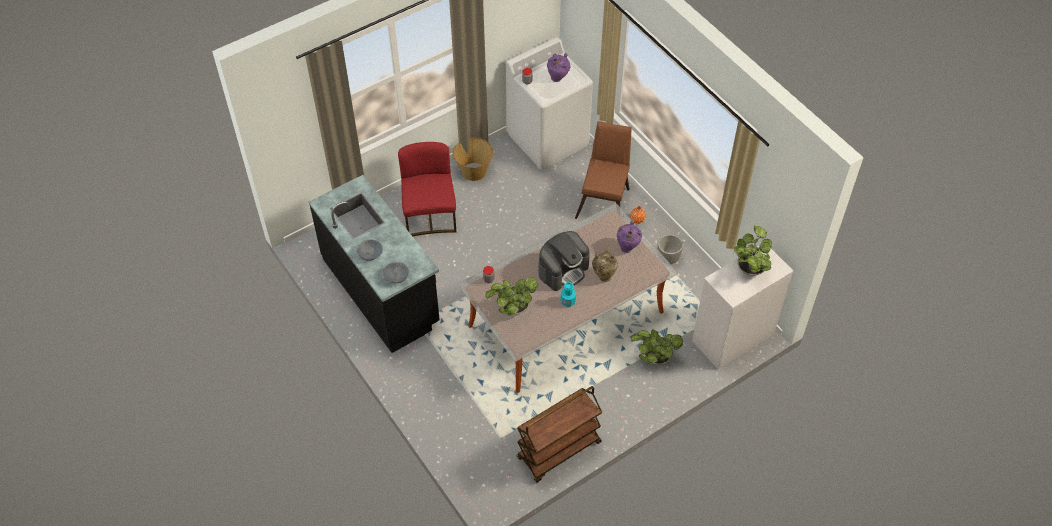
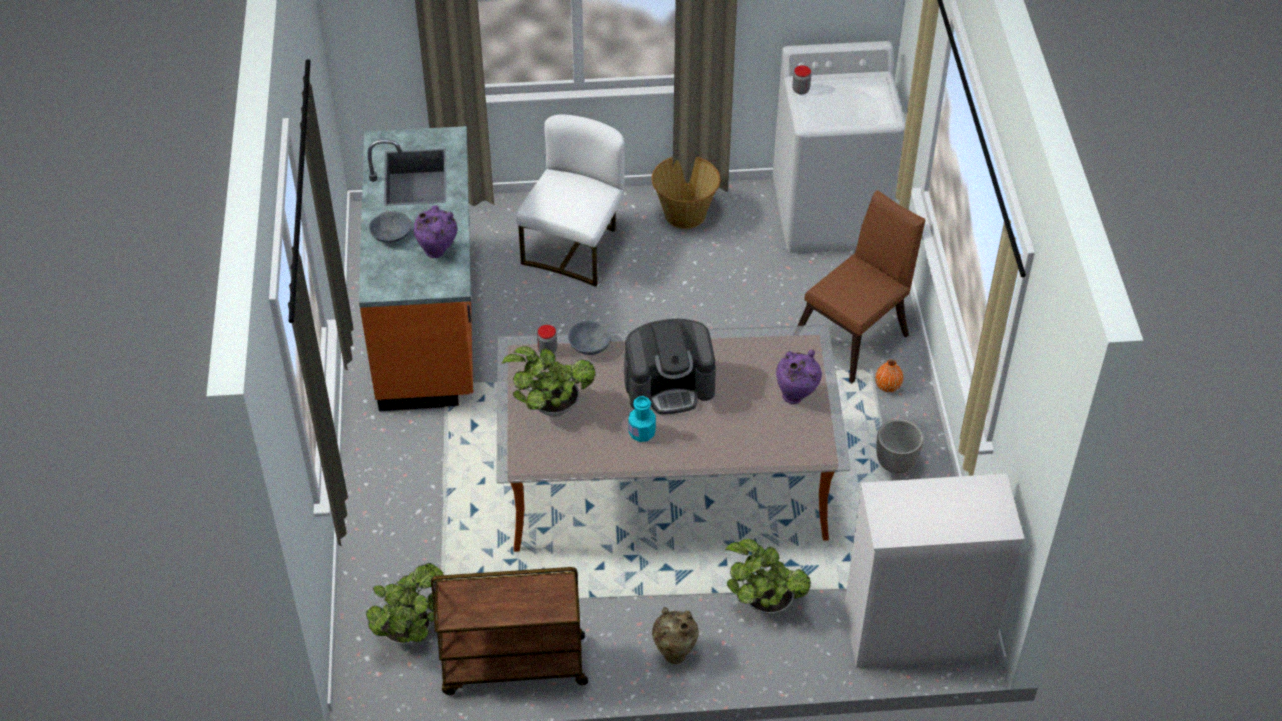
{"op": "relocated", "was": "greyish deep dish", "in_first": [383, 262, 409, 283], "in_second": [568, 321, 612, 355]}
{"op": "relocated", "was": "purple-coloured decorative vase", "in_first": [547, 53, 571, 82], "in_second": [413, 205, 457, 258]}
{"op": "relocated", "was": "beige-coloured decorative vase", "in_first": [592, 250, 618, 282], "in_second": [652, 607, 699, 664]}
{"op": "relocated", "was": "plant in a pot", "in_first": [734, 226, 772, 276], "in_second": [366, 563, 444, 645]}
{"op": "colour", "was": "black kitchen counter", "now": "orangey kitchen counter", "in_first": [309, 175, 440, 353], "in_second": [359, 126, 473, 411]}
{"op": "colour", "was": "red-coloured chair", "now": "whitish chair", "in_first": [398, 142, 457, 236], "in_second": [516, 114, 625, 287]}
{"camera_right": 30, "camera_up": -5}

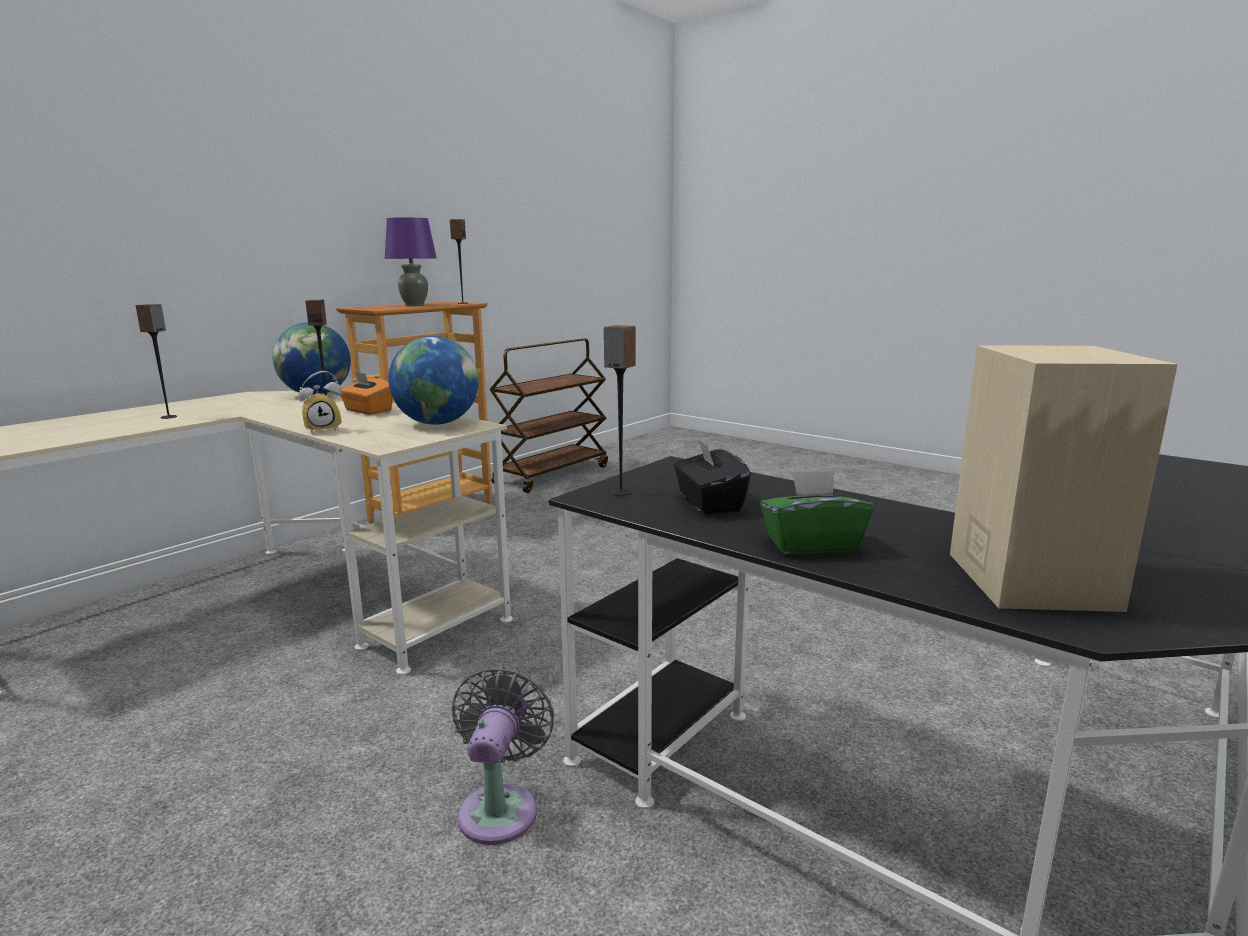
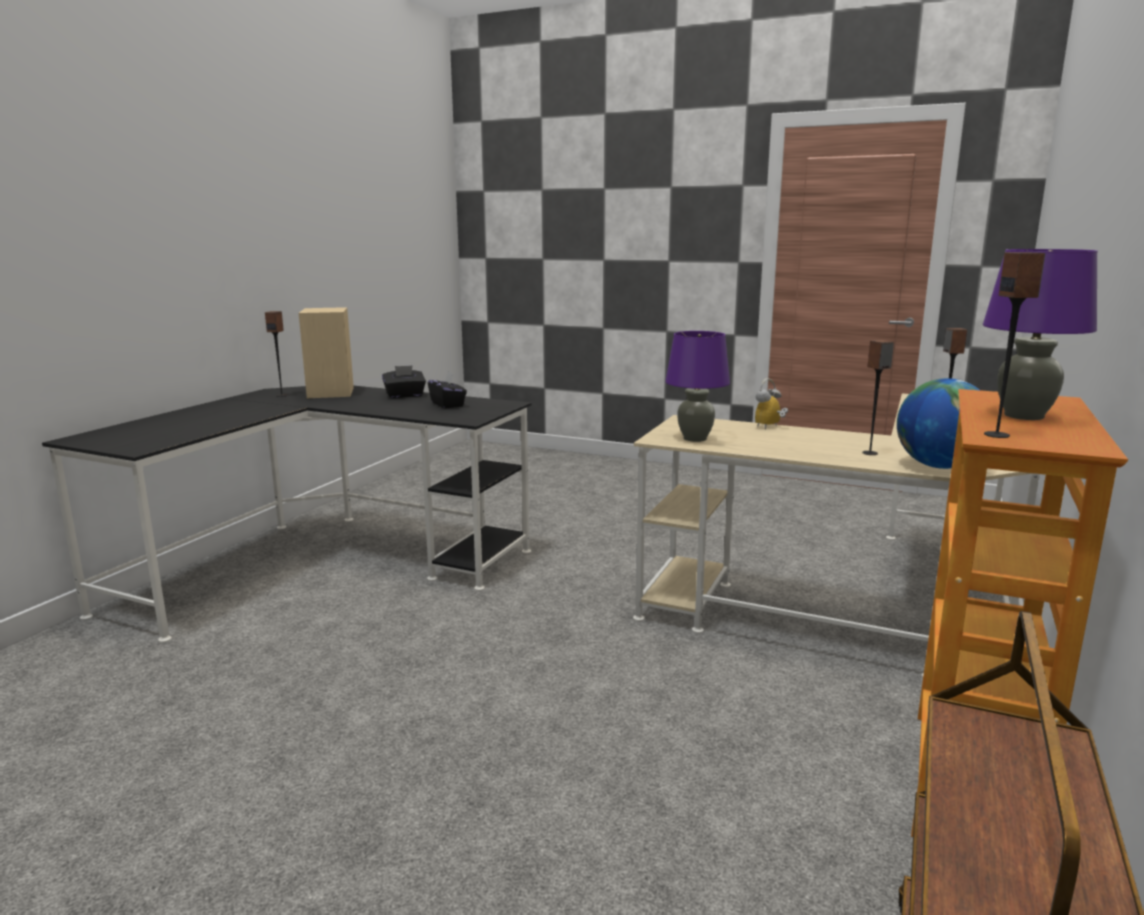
{"op": "missing", "was": "orangey tissue box", "in_first": [340, 371, 393, 415]}
{"op": "missing", "was": "greyish fan", "in_first": [452, 667, 554, 845]}
{"op": "relocated", "was": "speaker", "in_first": [604, 325, 636, 496], "in_second": [265, 311, 288, 397]}
{"op": "exchanged", "was": "desk globe", "now": "purple-coloured table lamp", "in_first": [388, 336, 479, 425], "in_second": [665, 331, 730, 442]}
{"op": "colour", "was": "green-coloured tissue box", "now": "black tissue box", "in_first": [760, 470, 873, 555], "in_second": [382, 365, 426, 398]}
{"camera_right": 165, "camera_up": 0}

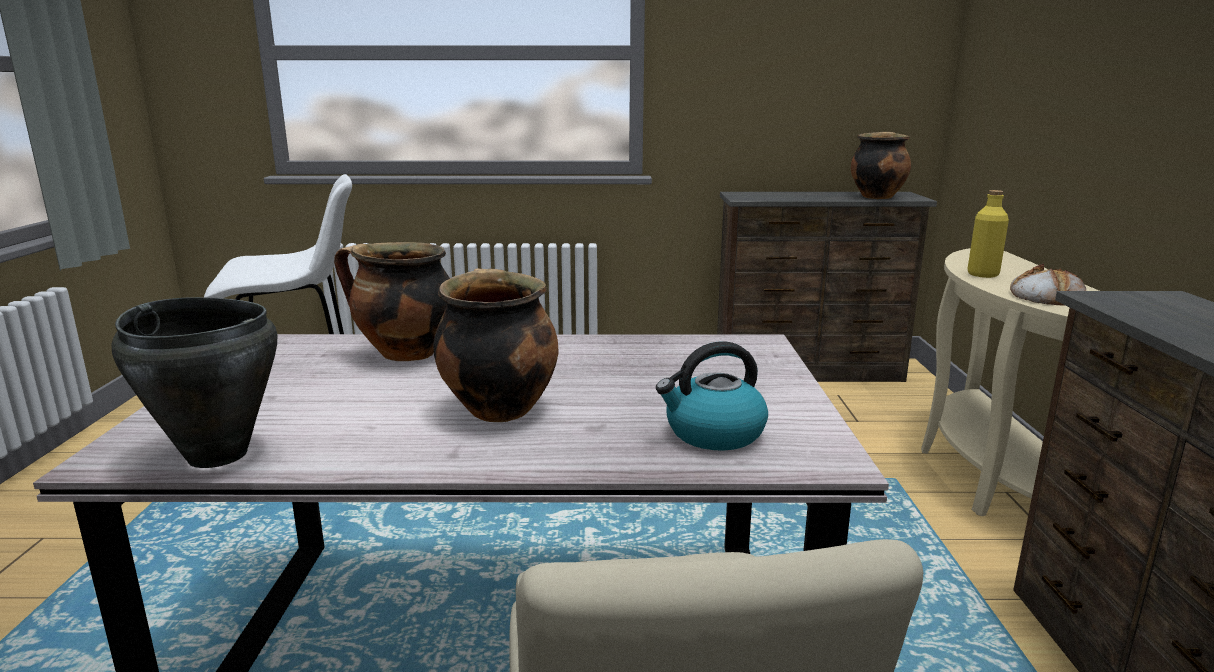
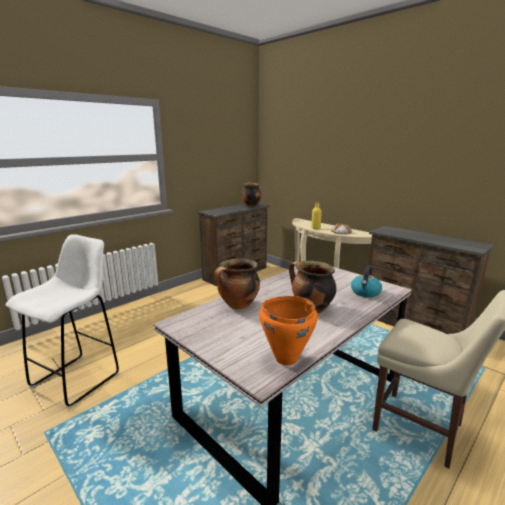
{"op": "colour", "was": "black stockpot", "now": "orangey stockpot", "in_first": [112, 297, 277, 468], "in_second": [259, 296, 318, 366]}
{"camera_right": -45, "camera_up": 0}

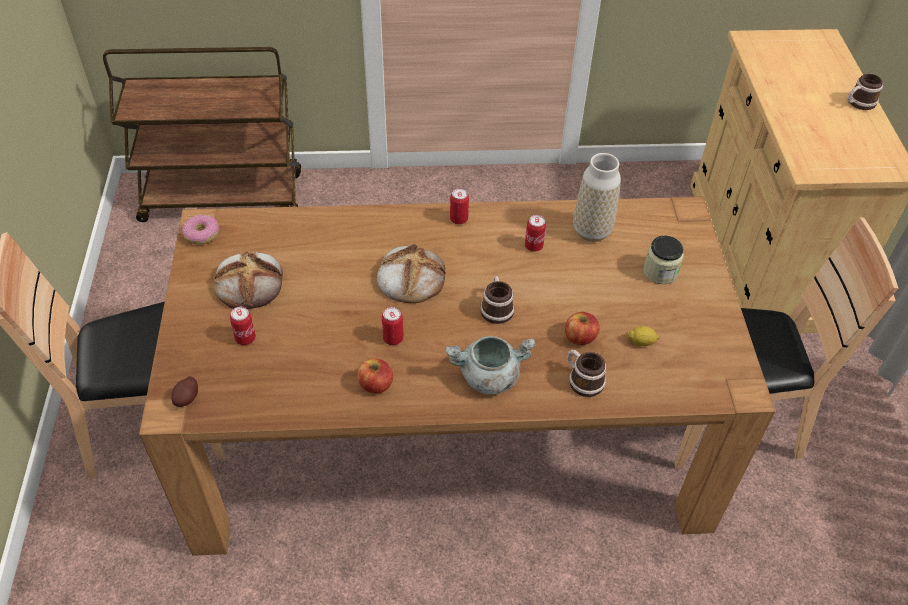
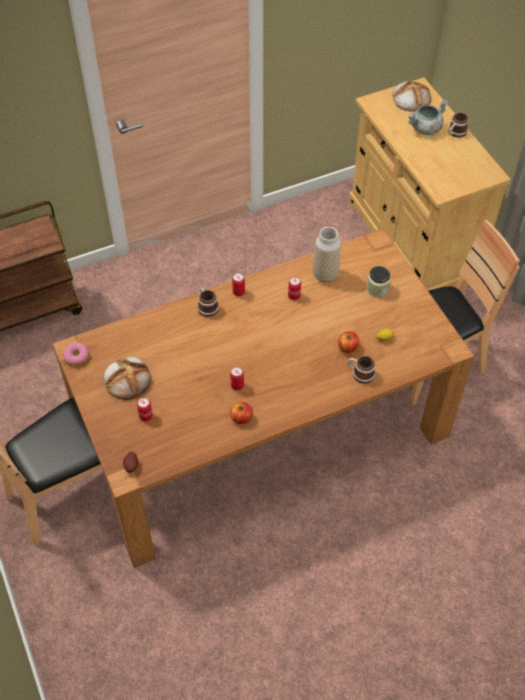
{"op": "relocated", "was": "bread", "in_first": [377, 244, 446, 303], "in_second": [392, 80, 431, 112]}
{"op": "relocated", "was": "greyish stockpot", "in_first": [446, 336, 535, 395], "in_second": [408, 100, 448, 135]}
{"op": "relocated", "was": "tea mug", "in_first": [480, 276, 515, 324], "in_second": [197, 287, 219, 317]}
{"camera_right": -20, "camera_up": 5}

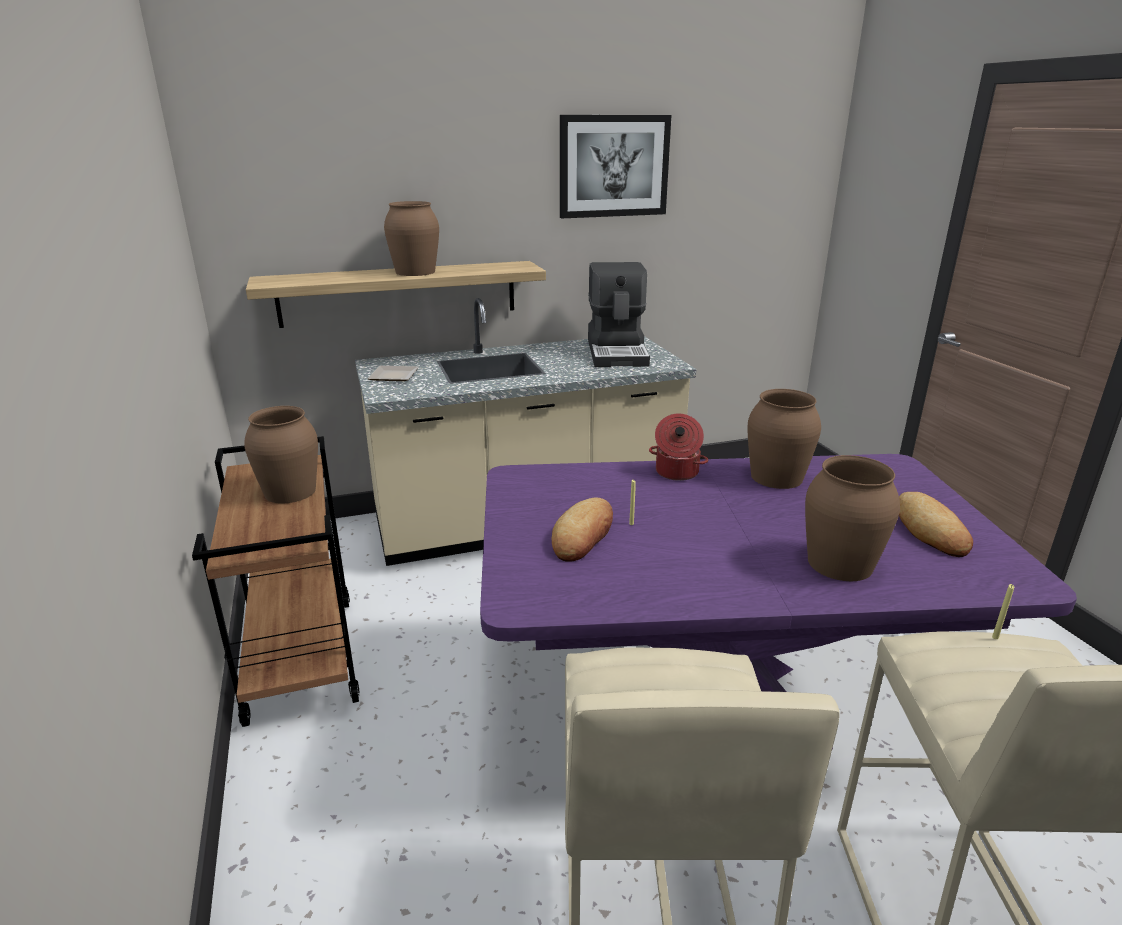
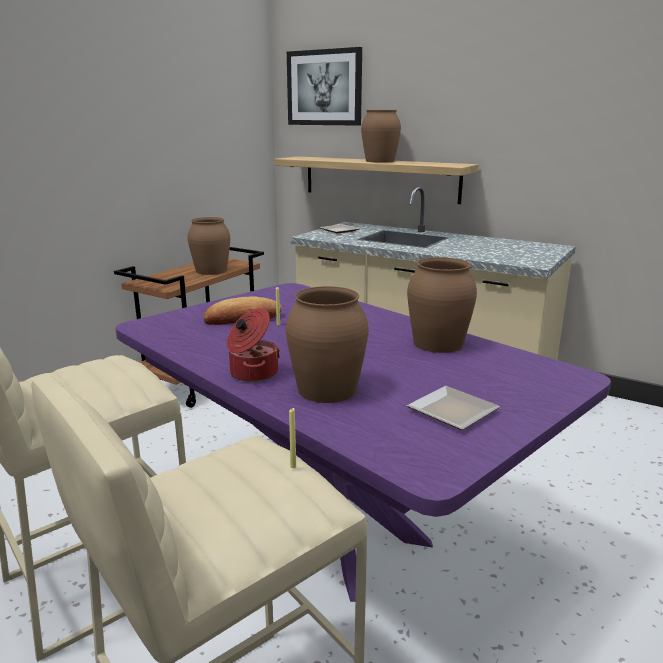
{"op": "missing", "was": "coffee brewer", "in_first": [588, 262, 650, 367]}
{"op": "relocated", "was": "picture", "in_first": [560, 115, 671, 218], "in_second": [287, 47, 362, 126]}
{"op": "relocated", "was": "stockpot", "in_first": [649, 414, 708, 481], "in_second": [227, 308, 280, 382]}
{"op": "exchanged", "was": "bread", "now": "dinner plate", "in_first": [899, 492, 973, 557], "in_second": [407, 386, 500, 430]}
{"camera_right": 50, "camera_up": -5}

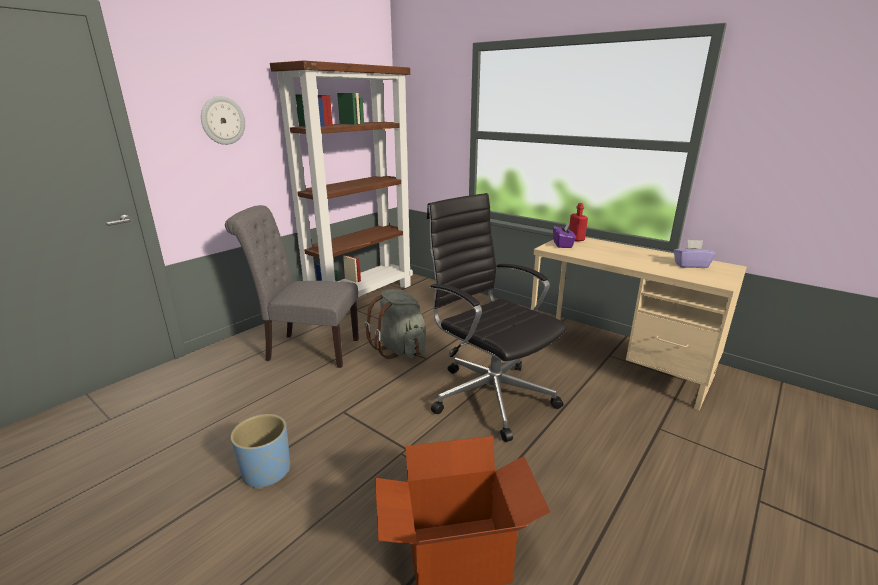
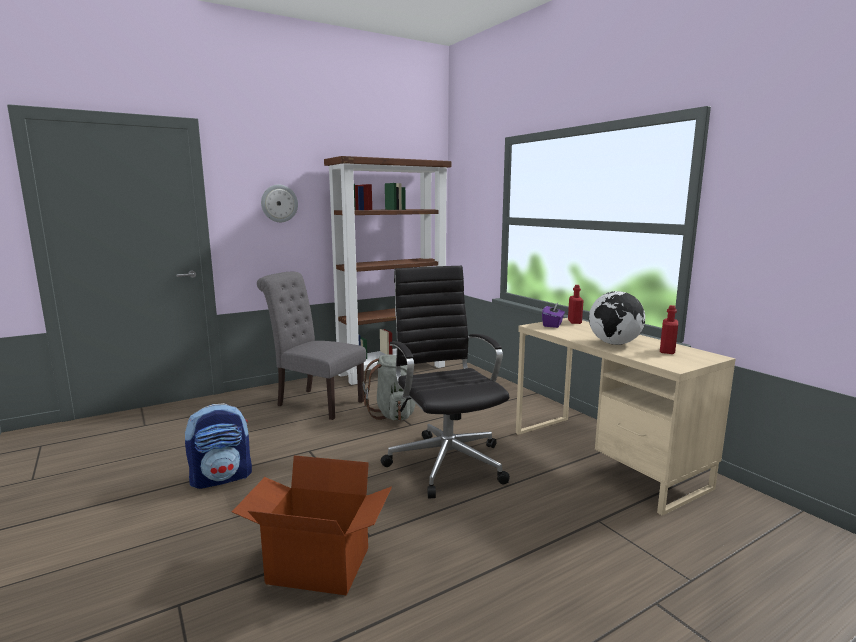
{"op": "appeared", "now": "desk globe", "in_second": [589, 291, 645, 345]}
{"op": "exchanged", "was": "blue flower pot", "now": "knapsack", "in_first": [231, 414, 290, 489], "in_second": [185, 403, 252, 489]}
{"op": "exchanged", "was": "purple-coloured tissue box", "now": "red-coloured beverage bottle", "in_first": [674, 240, 716, 268], "in_second": [660, 305, 678, 354]}
{"camera_right": 20, "camera_up": -10}

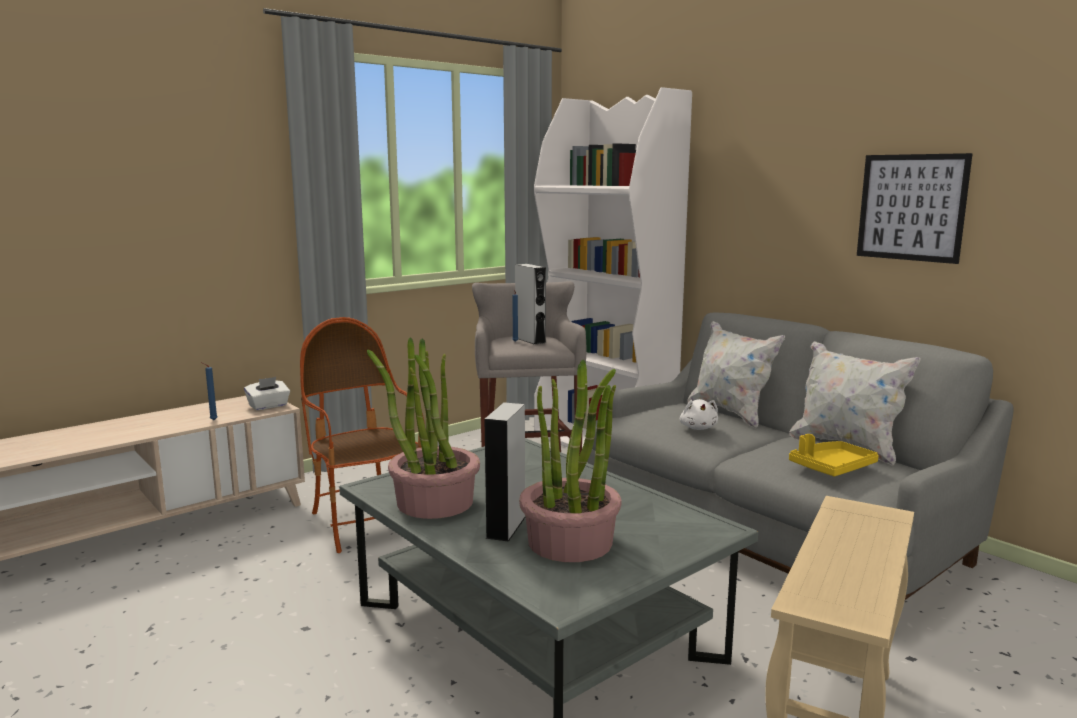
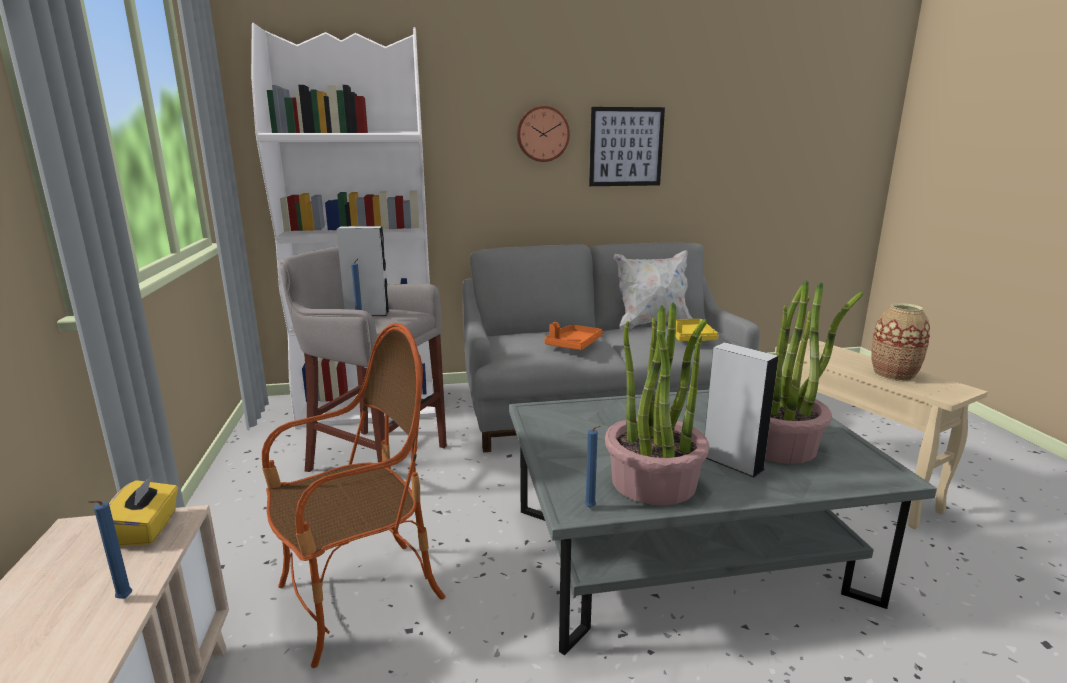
{"op": "missing", "was": "whitish cushion", "in_first": [687, 321, 785, 429]}
{"op": "appeared", "now": "hanging clock", "in_second": [517, 106, 570, 162]}
{"op": "appeared", "now": "blue wax light", "in_second": [585, 426, 601, 508]}
{"op": "appeared", "now": "decorative vase", "in_second": [872, 303, 930, 381]}
{"op": "exchanged", "was": "whitish plush toy", "now": "orangey serving tray", "in_first": [680, 399, 718, 430], "in_second": [545, 322, 603, 350]}
{"op": "colour", "was": "whitish tissue box", "now": "yellowish tissue box", "in_first": [244, 377, 290, 410], "in_second": [109, 475, 178, 547]}
{"op": "spun", "was": "lounge chair", "in_first": [300, 317, 425, 553], "in_second": [262, 323, 446, 668], "clockwise": 150}
{"camera_right": -60, "camera_up": 5}

